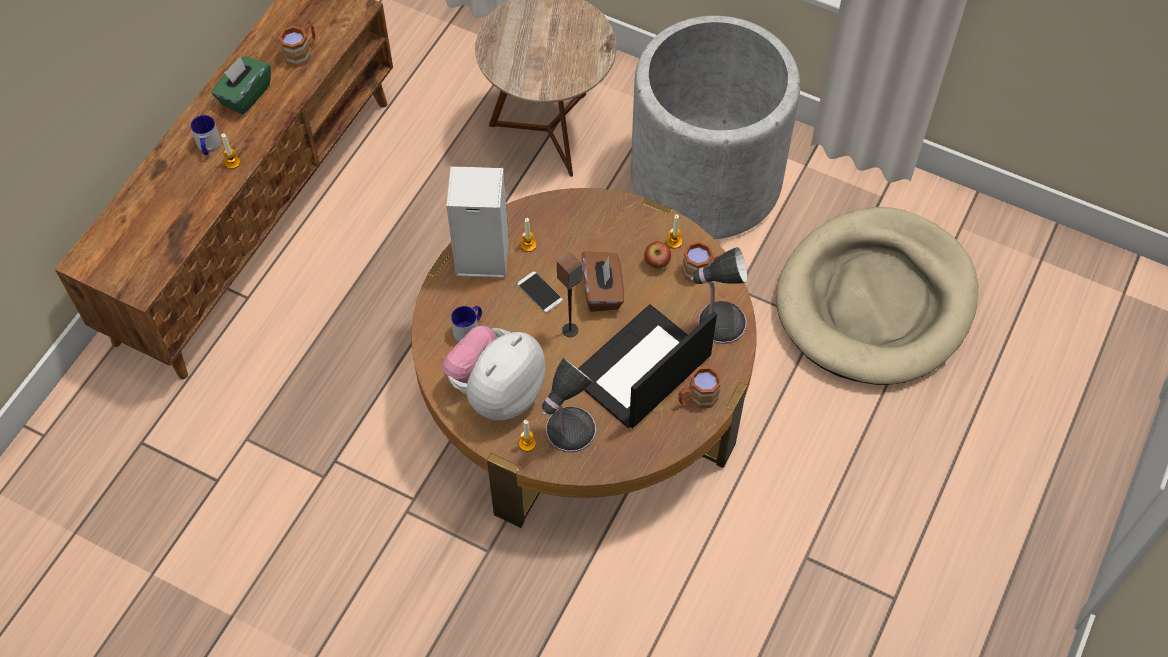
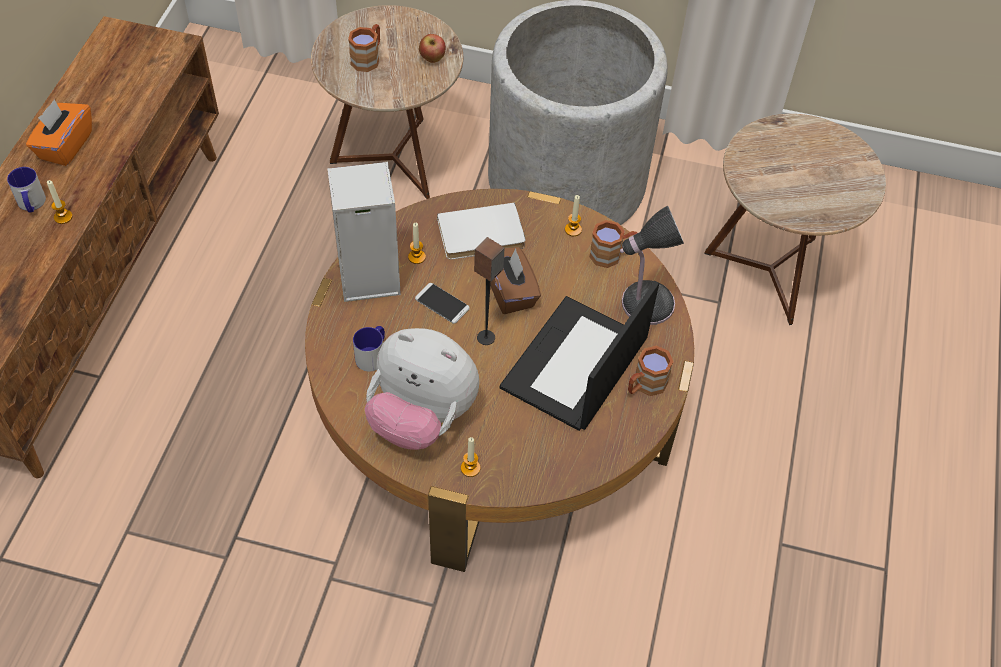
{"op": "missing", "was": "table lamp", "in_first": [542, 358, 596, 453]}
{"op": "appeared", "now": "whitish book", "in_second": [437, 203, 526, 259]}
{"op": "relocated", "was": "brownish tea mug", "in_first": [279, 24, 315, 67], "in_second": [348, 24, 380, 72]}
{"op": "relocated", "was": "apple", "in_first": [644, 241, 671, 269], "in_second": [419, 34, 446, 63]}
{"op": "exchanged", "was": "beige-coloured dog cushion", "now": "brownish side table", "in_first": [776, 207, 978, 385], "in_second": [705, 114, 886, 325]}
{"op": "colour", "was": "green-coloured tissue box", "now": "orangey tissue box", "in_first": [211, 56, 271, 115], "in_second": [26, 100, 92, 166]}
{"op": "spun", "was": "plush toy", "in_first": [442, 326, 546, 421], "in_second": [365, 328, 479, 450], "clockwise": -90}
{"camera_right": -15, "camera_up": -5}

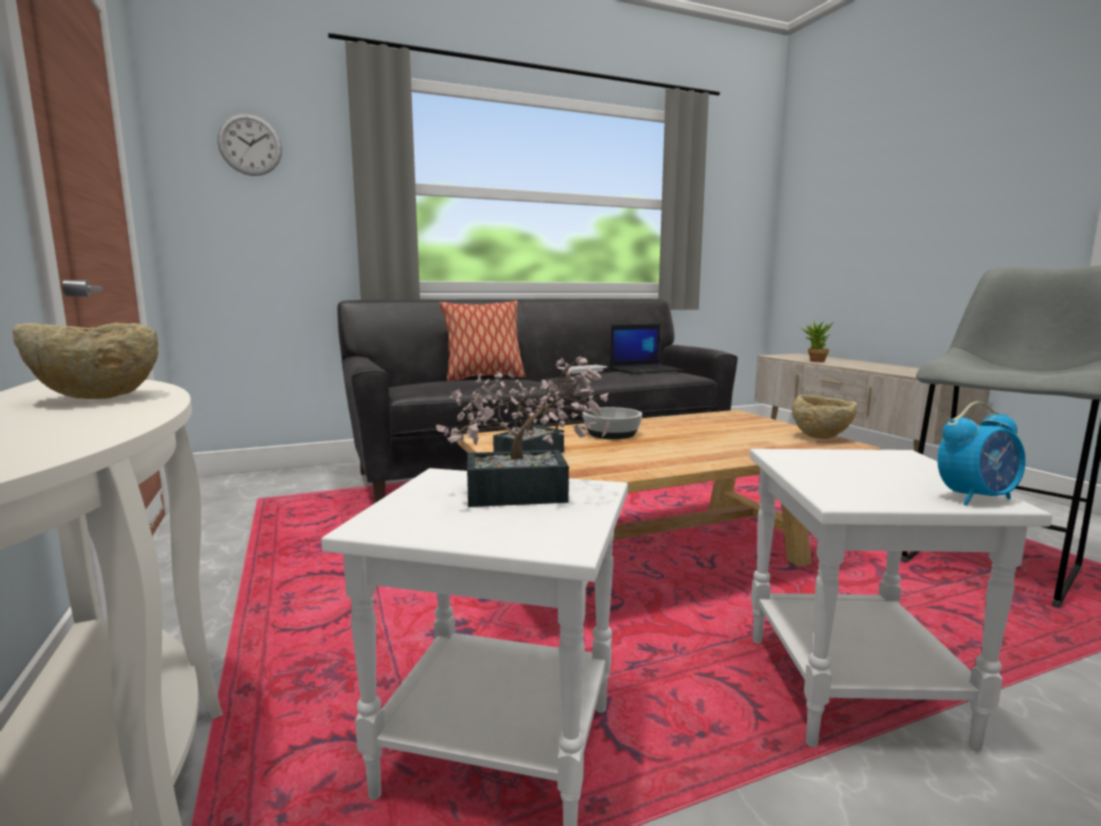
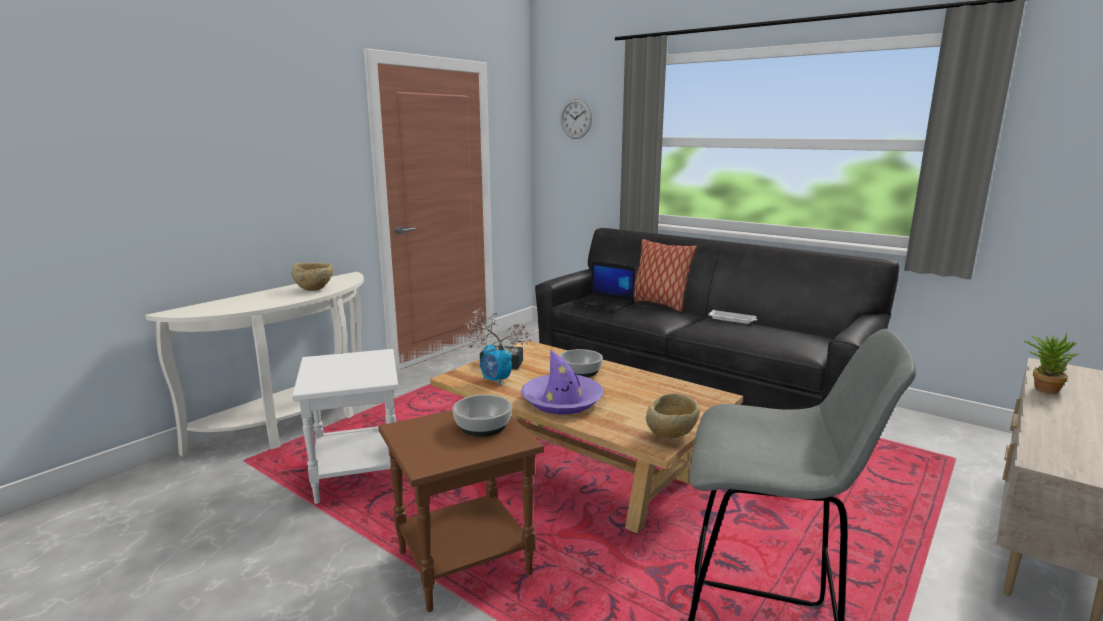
{"op": "missing", "was": "plant in a pot", "in_first": [436, 356, 611, 507]}
{"op": "appeared", "now": "deep dish", "in_second": [452, 394, 512, 437]}
{"op": "appeared", "now": "purple-coloured clothing hat", "in_second": [521, 350, 604, 415]}
{"op": "relocated", "was": "laptop", "in_first": [610, 324, 683, 374], "in_second": [572, 261, 635, 312]}
{"op": "relocated", "was": "bedside clock", "in_first": [937, 401, 1026, 505], "in_second": [480, 341, 512, 386]}
{"op": "colour", "was": "whitish side table", "now": "brownish side table", "in_first": [749, 449, 1052, 752], "in_second": [379, 410, 544, 612]}
{"camera_right": 60, "camera_up": 5}

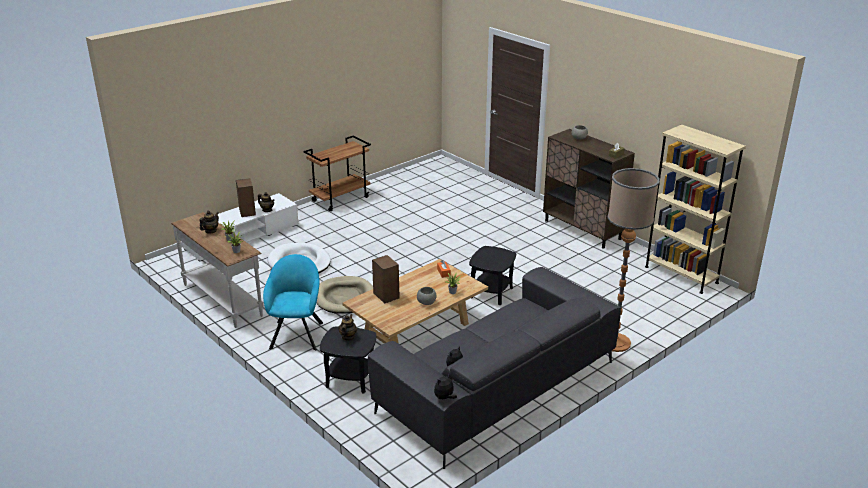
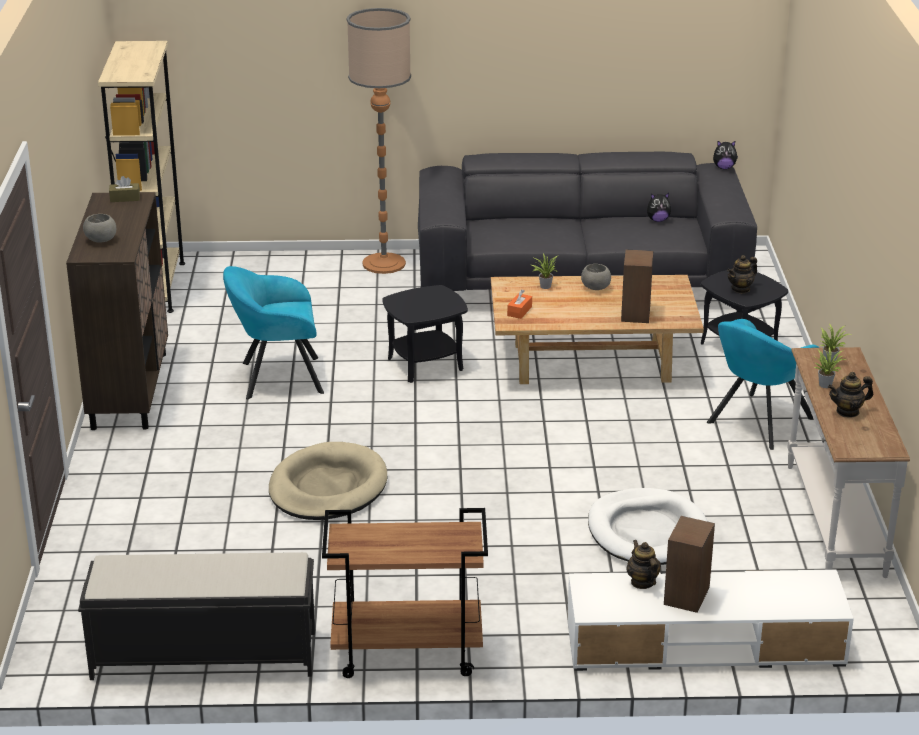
{"op": "appeared", "now": "black long seat", "in_second": [78, 552, 315, 680]}
{"op": "appeared", "now": "blue-green lounge chair", "in_second": [223, 266, 324, 399]}
{"op": "relocated", "was": "beige-coloured dog cushion", "in_first": [316, 276, 373, 314], "in_second": [269, 442, 387, 520]}
{"camera_right": -140, "camera_up": 0}

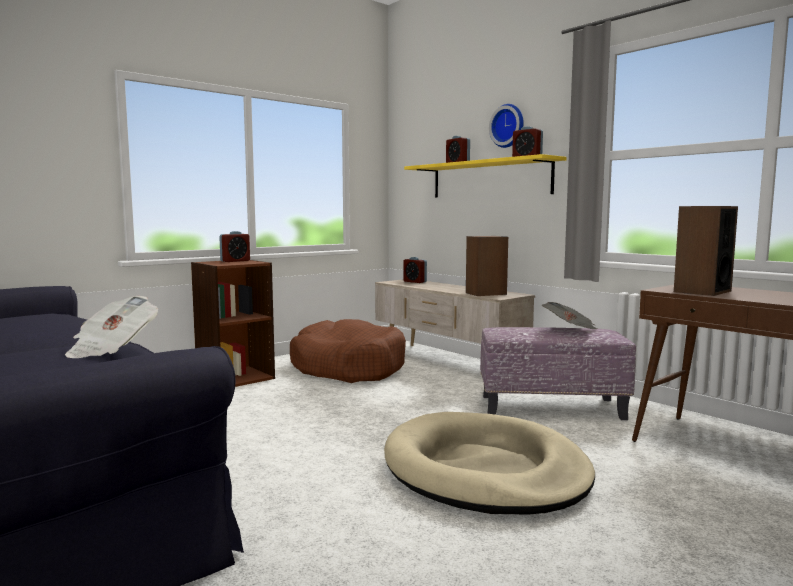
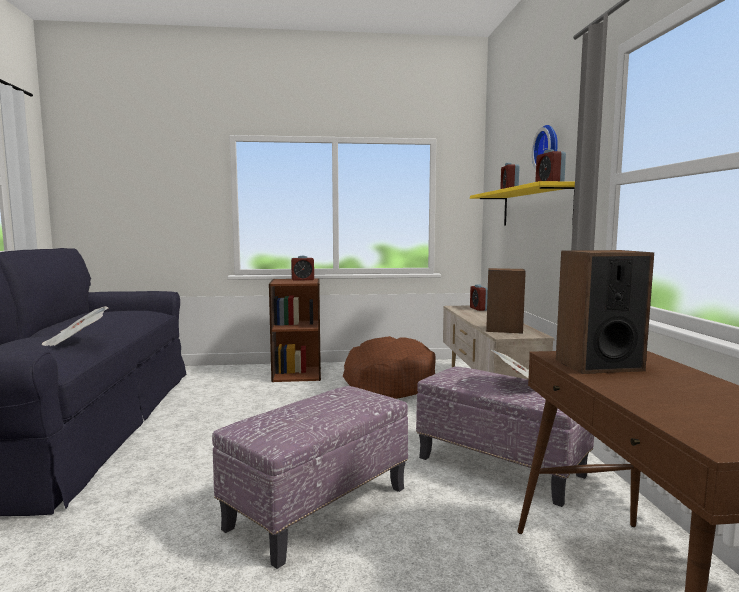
{"op": "exchanged", "was": "beige-coloured dog cushion", "now": "pouffe", "in_first": [384, 412, 595, 514], "in_second": [212, 386, 408, 569]}
{"camera_right": 35, "camera_up": 0}

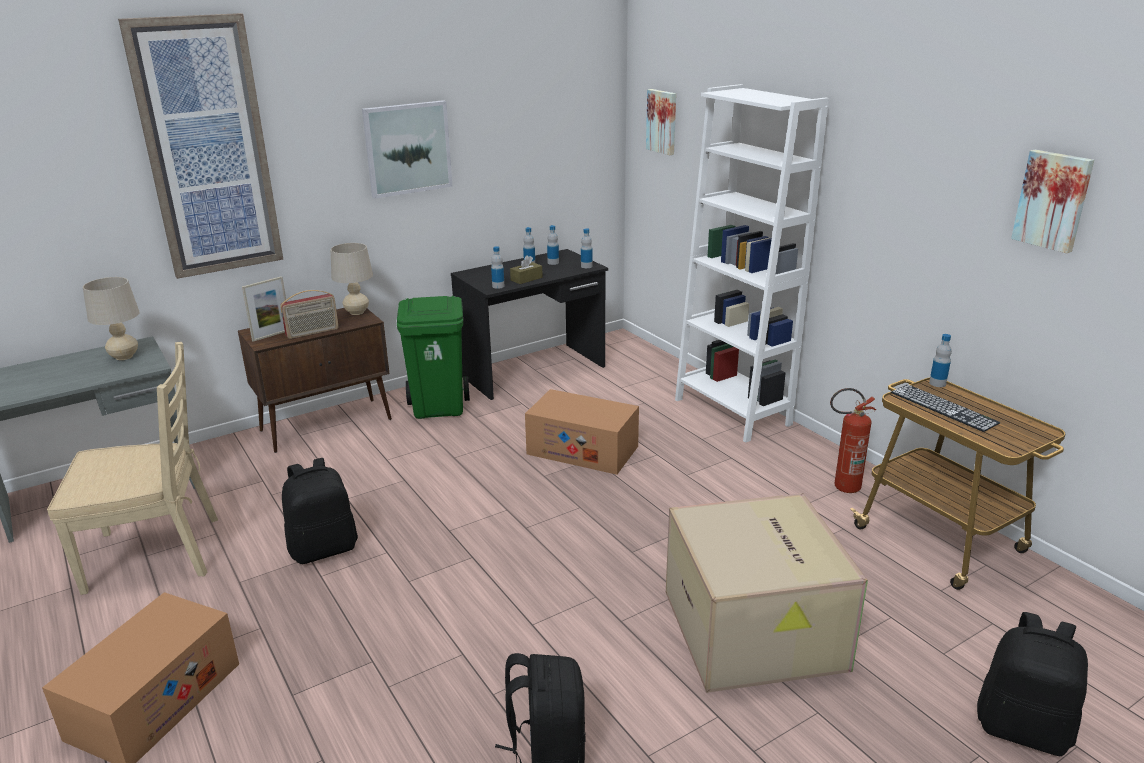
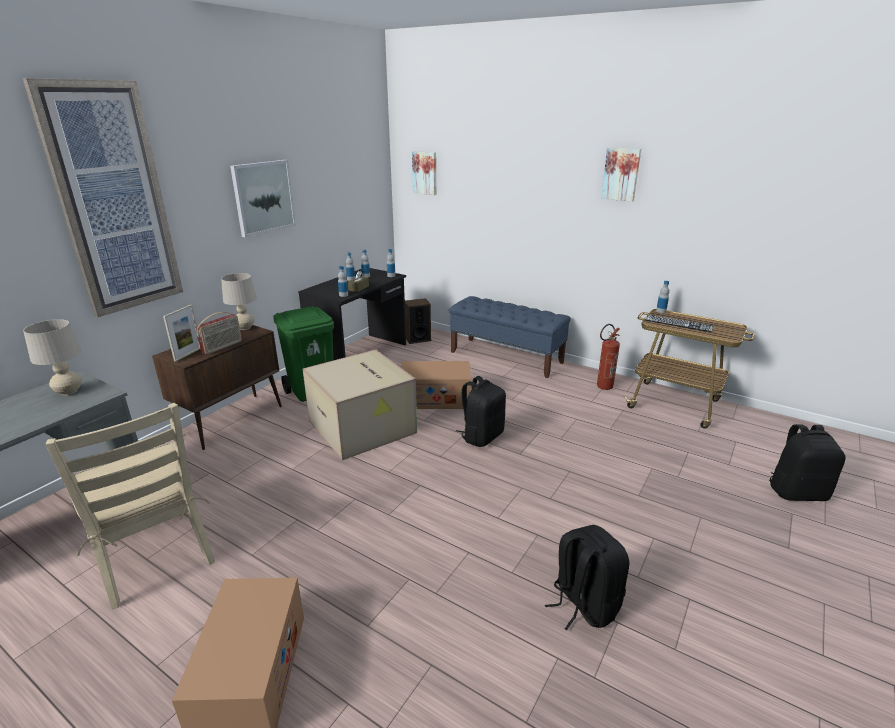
{"op": "appeared", "now": "speaker", "in_second": [405, 298, 431, 344]}
{"op": "relocated", "was": "black knapsack", "in_first": [282, 458, 358, 564], "in_second": [456, 376, 506, 447]}
{"op": "relocated", "was": "packing box", "in_first": [666, 493, 868, 693], "in_second": [303, 349, 417, 460]}
{"op": "relocated", "was": "picture", "in_first": [1011, 150, 1094, 253], "in_second": [601, 148, 641, 202]}
{"op": "exchanged", "was": "whitish bookshelf", "now": "blue long seat", "in_first": [675, 84, 829, 443], "in_second": [449, 296, 571, 378]}
{"op": "spun", "was": "beige-coloured chair", "in_first": [47, 342, 218, 595], "in_second": [46, 403, 215, 609], "clockwise": 90}
{"camera_right": -25, "camera_up": 0}

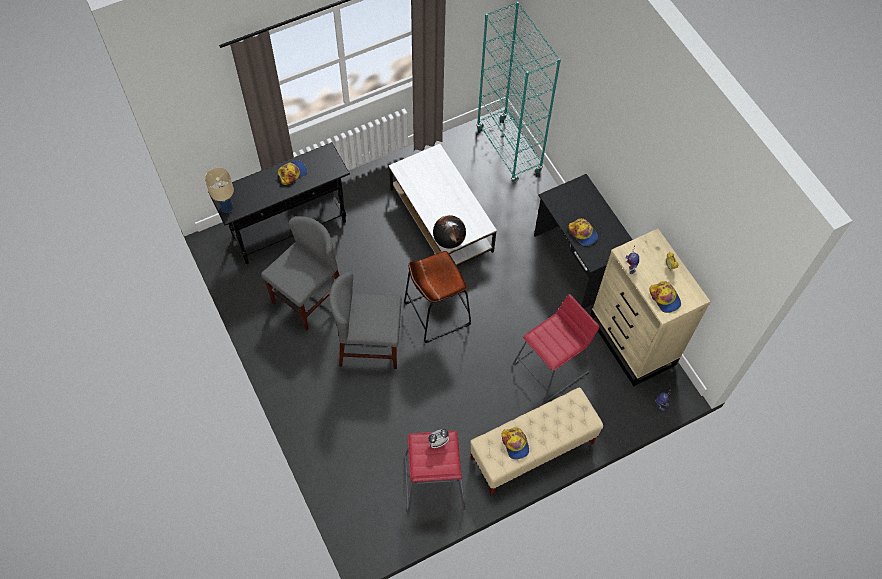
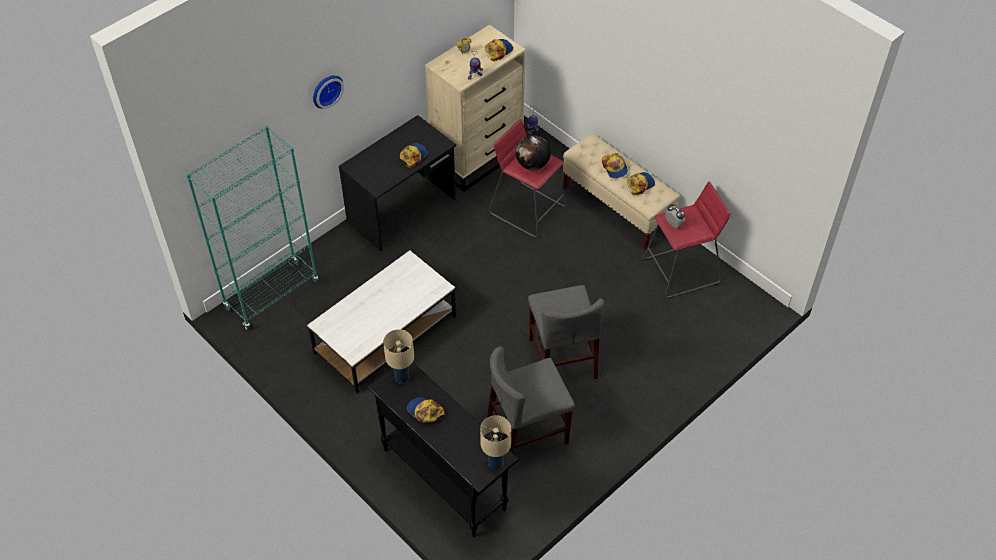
{"op": "missing", "was": "brownish stool", "in_first": [404, 251, 471, 343]}
{"op": "appeared", "now": "hanging clock", "in_second": [313, 75, 344, 109]}
{"op": "appeared", "now": "beige-coloured table lamp", "in_second": [383, 329, 414, 384]}
{"op": "appeared", "now": "cap", "in_second": [602, 153, 628, 178]}
{"op": "relocated", "was": "desk globe", "in_first": [433, 215, 466, 249], "in_second": [516, 135, 551, 170]}
{"op": "spun", "was": "greyish chair", "in_first": [261, 216, 340, 330], "in_second": [487, 347, 575, 453], "clockwise": -45}
{"camera_right": -105, "camera_up": -10}

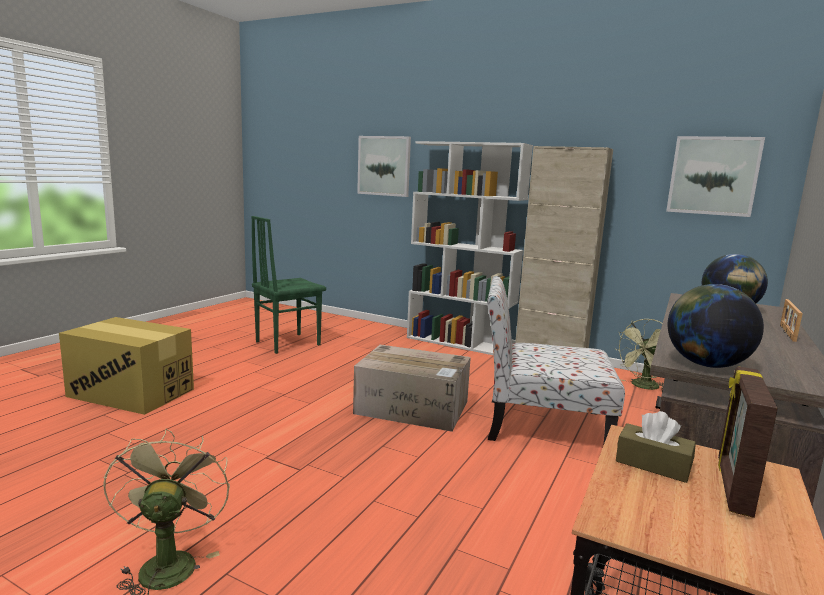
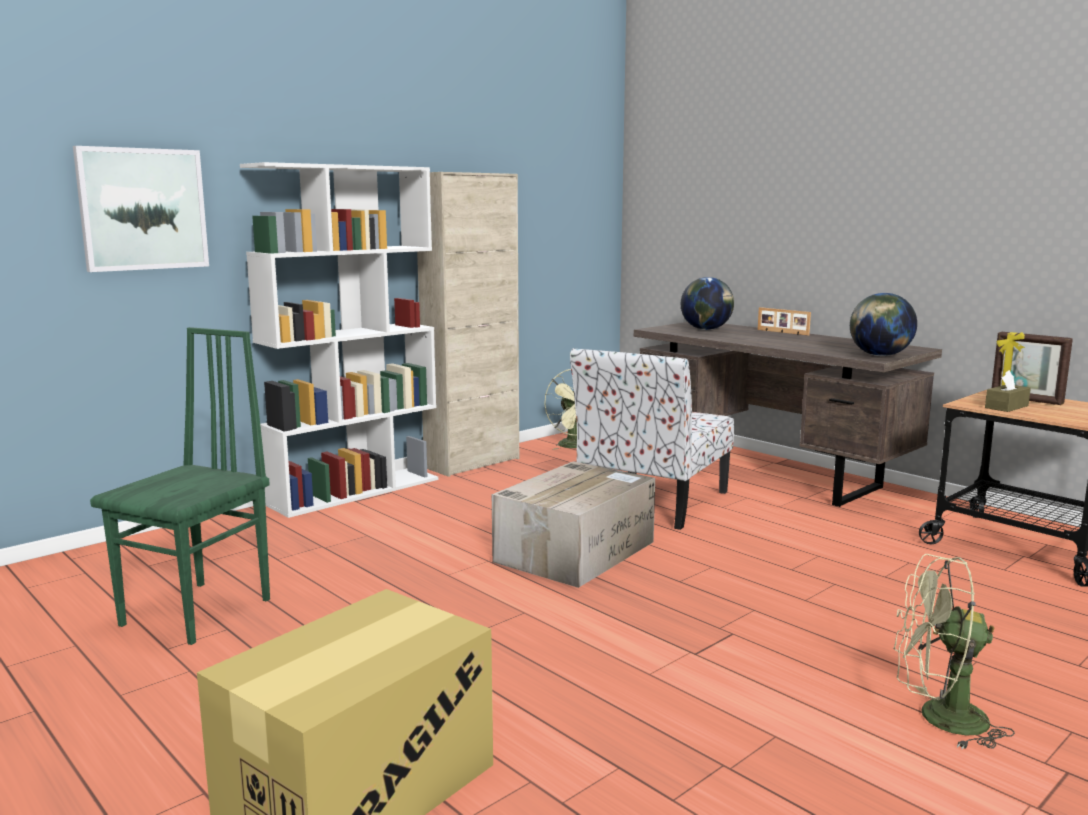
{"op": "missing", "was": "picture", "in_first": [666, 136, 765, 217]}
{"op": "spun", "was": "green-coloured chair", "in_first": [251, 216, 326, 354], "in_second": [90, 327, 270, 645], "clockwise": -135}
{"camera_right": -70, "camera_up": 0}

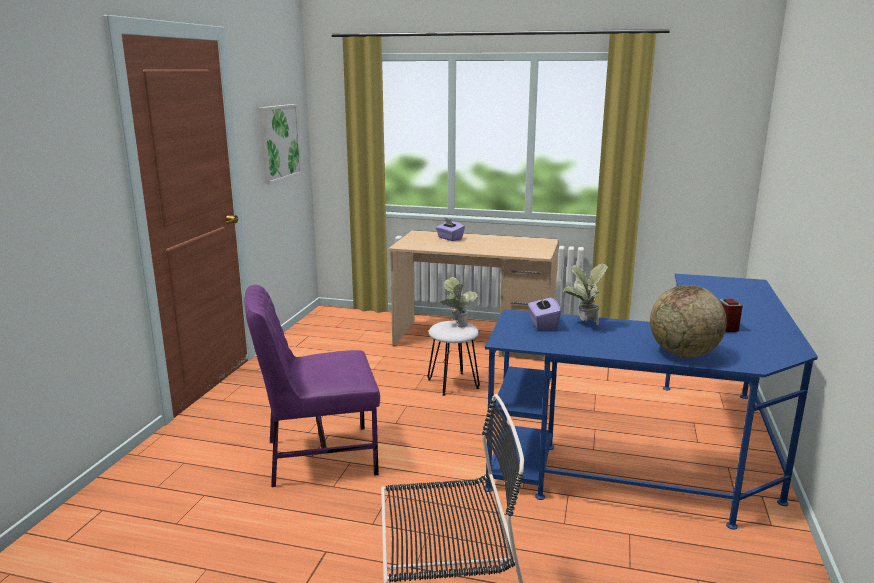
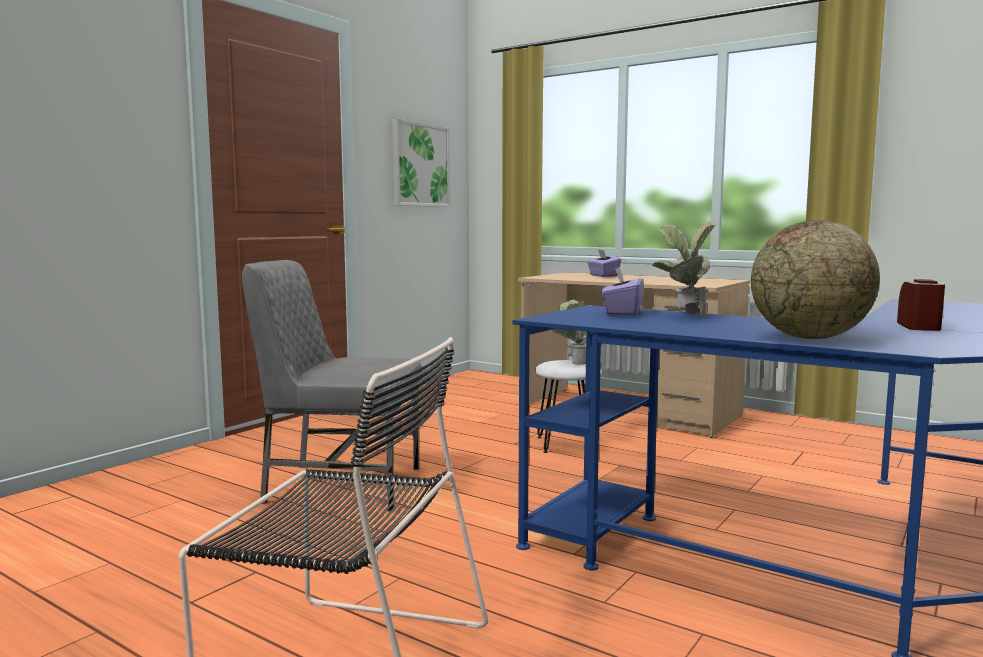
{"op": "colour", "was": "purple-coloured chair", "now": "greyish chair", "in_first": [244, 285, 380, 487], "in_second": [242, 260, 422, 512]}
{"camera_right": 20, "camera_up": -10}

